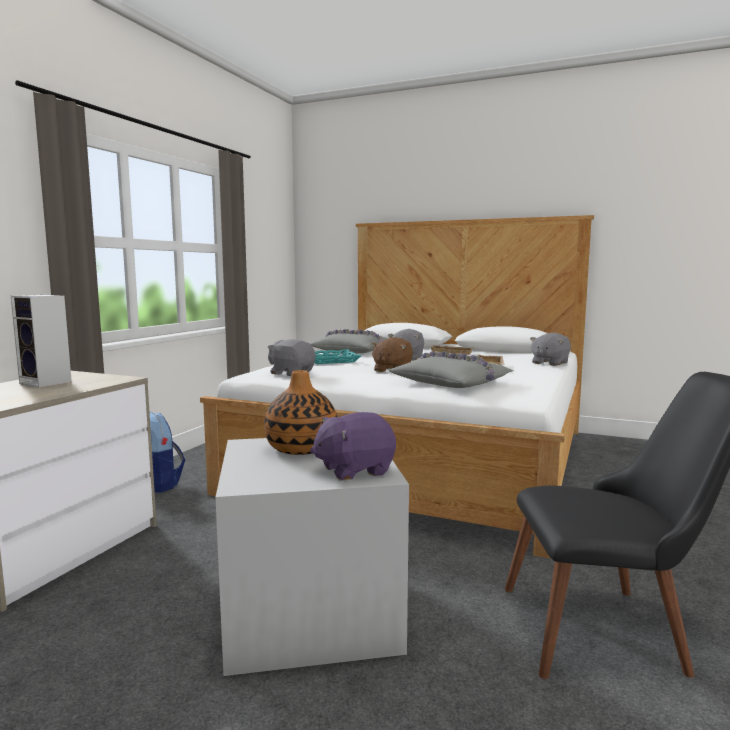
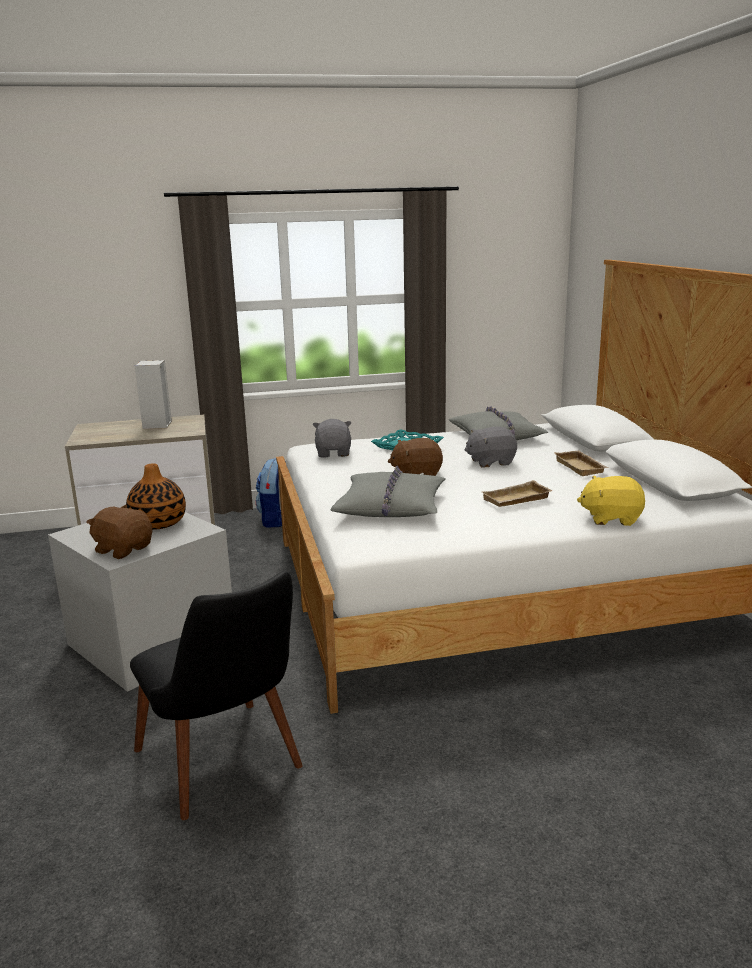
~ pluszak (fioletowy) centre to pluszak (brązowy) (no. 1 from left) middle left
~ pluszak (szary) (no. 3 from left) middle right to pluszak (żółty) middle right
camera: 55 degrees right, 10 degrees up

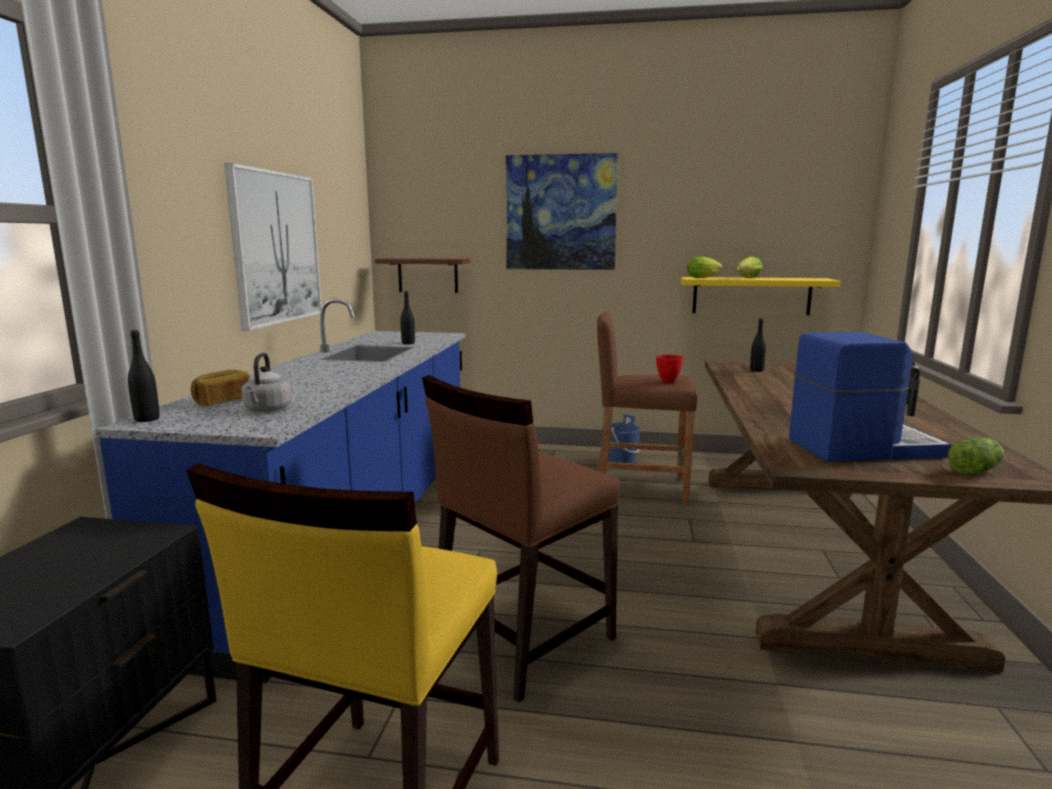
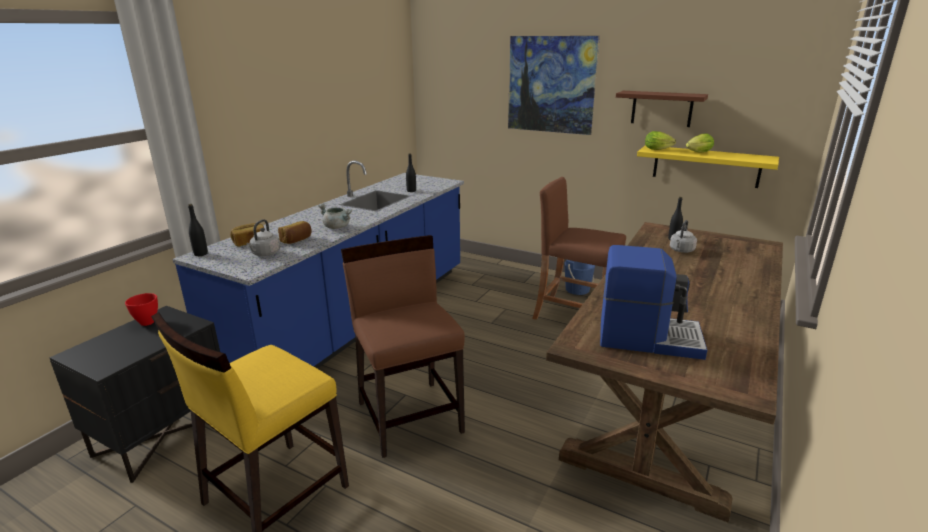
- obraz (no. 1 from left) top left
- sałata (no. 3 from left) middle right
+ chleb (no. 2 from left) middle left
+ garnek (szary) centre
+ czajnik (szary) (no. 2 from left) middle right
~ półka (brązowy) centre to top right
~ miska (czerwony) centre to middle left
~ krzesło (brązowy) bottom centre = centre 90 degrees clockwise
camera: 20 degrees right, 10 degrees up

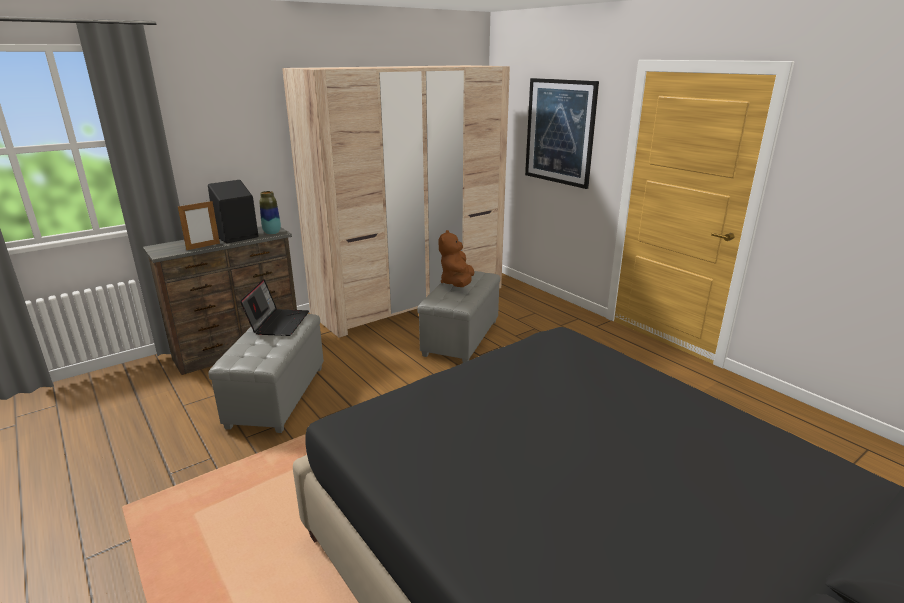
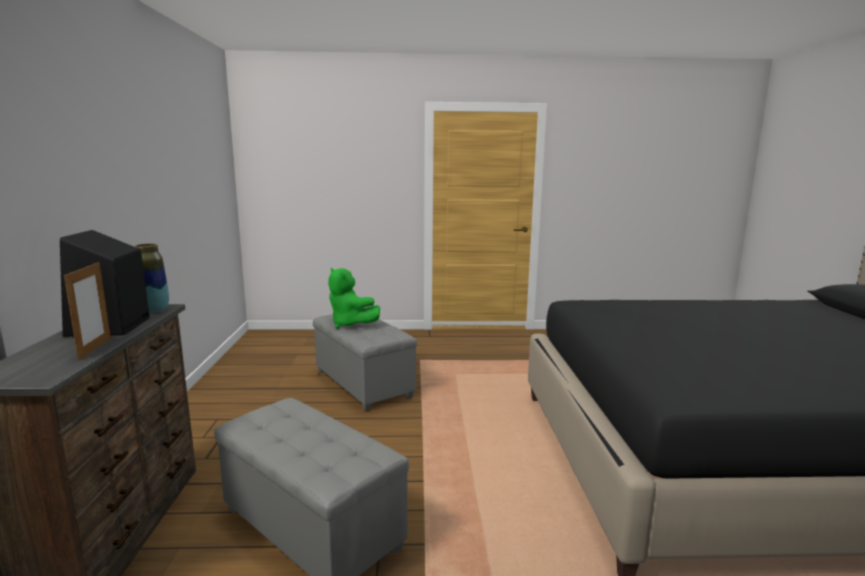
- laptop middle left
- szafa (beżowy) centre
- obraz top centre
~ pluszak (brązowy) centre to pluszak (zielony) centre
camera: 55 degrees left, 10 degrees down

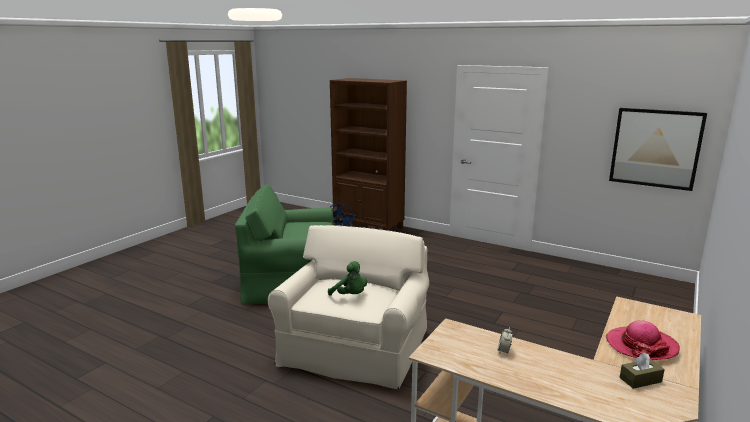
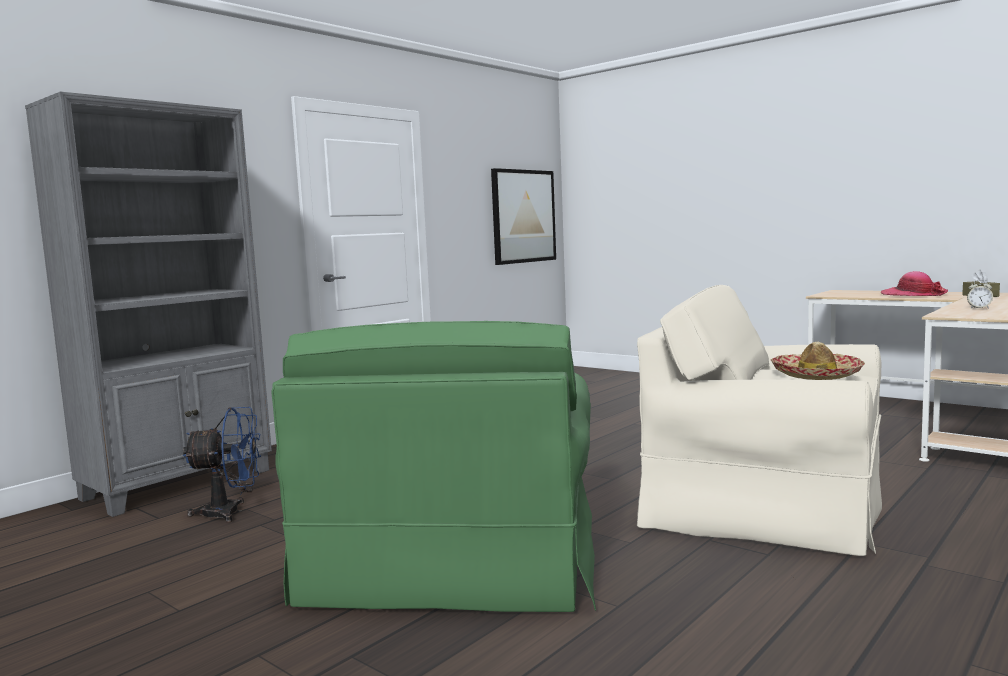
~ pluszak (zielony) centre to kapelusz (no. 1 from left) middle right
~ regał (brązowy) centre to regał (szary) middle left
camera: 80 degrees left, 10 degrees down

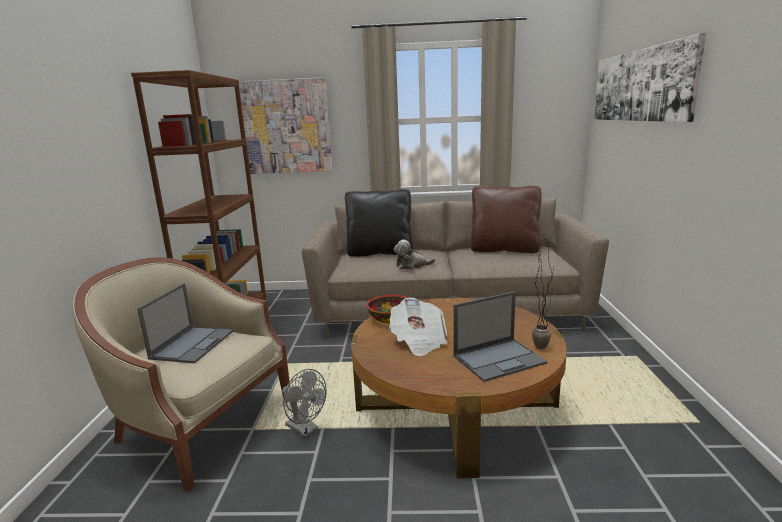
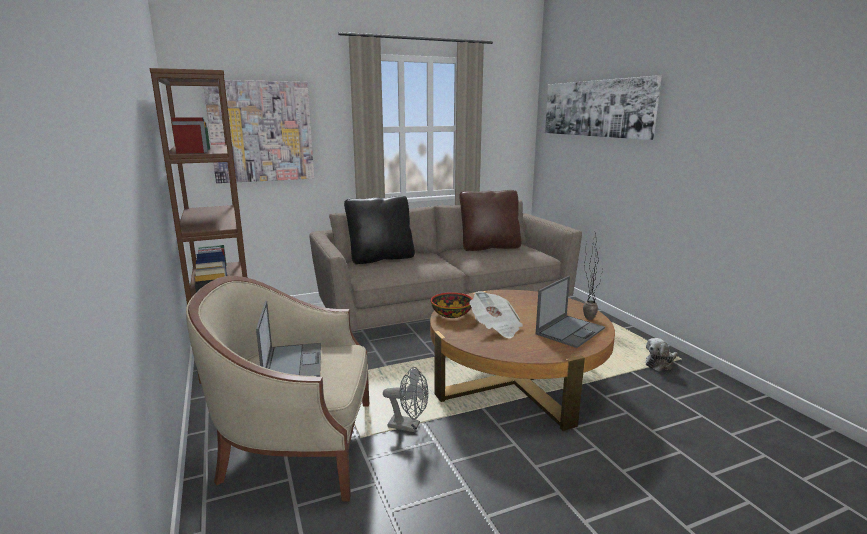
~ pluszak centre to middle right
camera: 25 degrees left, 0 degrees up

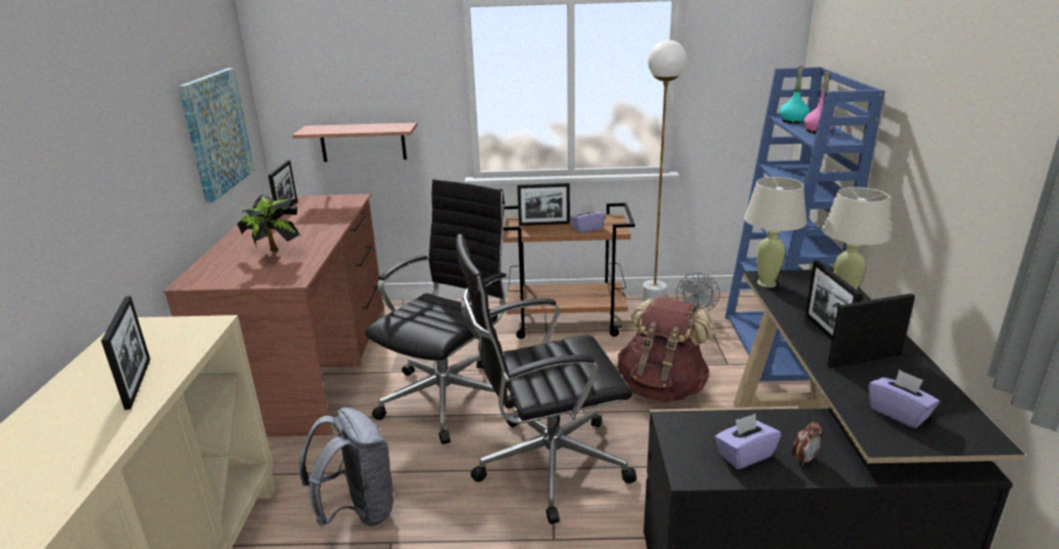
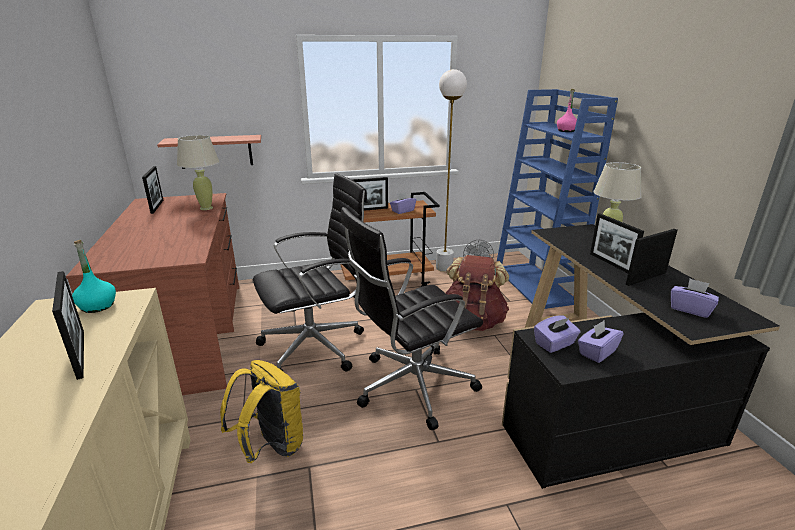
- obraz top left
- roślina doniczkowa middle left
- budzik bottom right
+ pudełko chusteczek (fioletowy) (no. 2 from left) middle right
~ lampa stołowa (beżowy) (no. 1 from left) middle right to top left
~ butelka (turkusowy) top right to middle left
~ plecak (szary) bottom left to plecak (żółty) bottom left
~ krzesło biurowe (czarny) (no. 1 from left) centre = centre 45 degrees clockwise
camera: 15 degrees left, 0 degrees up

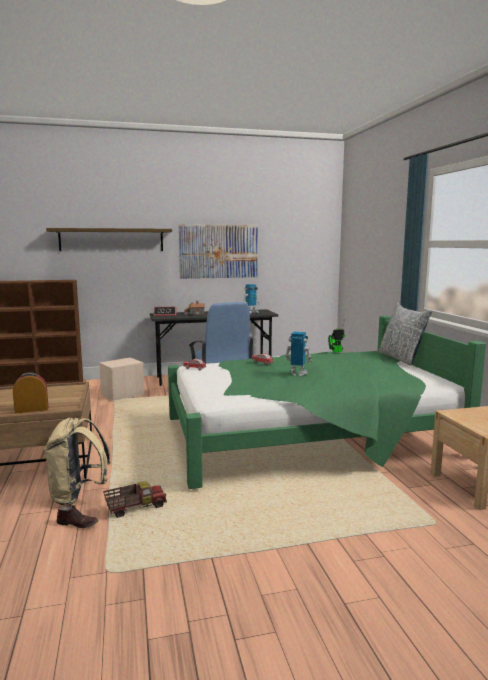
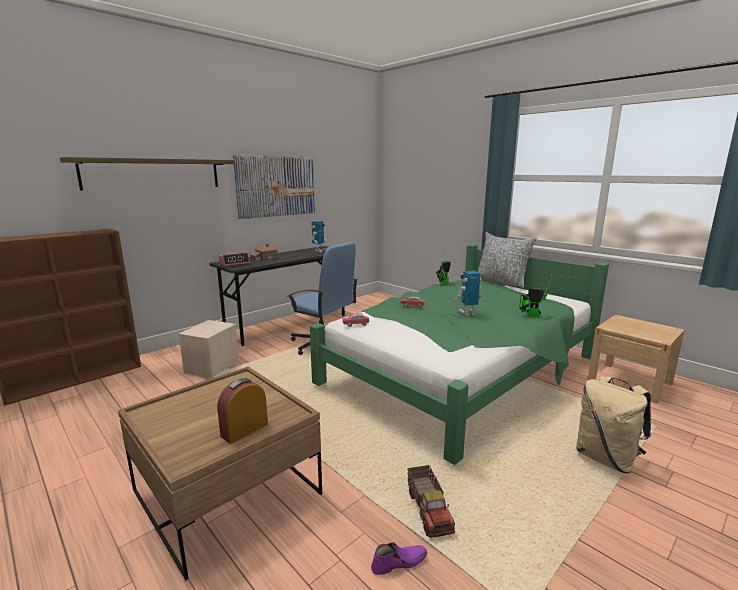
+ robot zabawkowy (no. 4 from left) middle right
~ plecak (beżowy) bottom left to bottom right
~ but (brązowy) bottom left to but (fioletowy) bottom centre
~ ciężarówka zabawkowa bottom left = bottom centre 135 degrees clockwise
camera: 30 degrees left, 5 degrees up

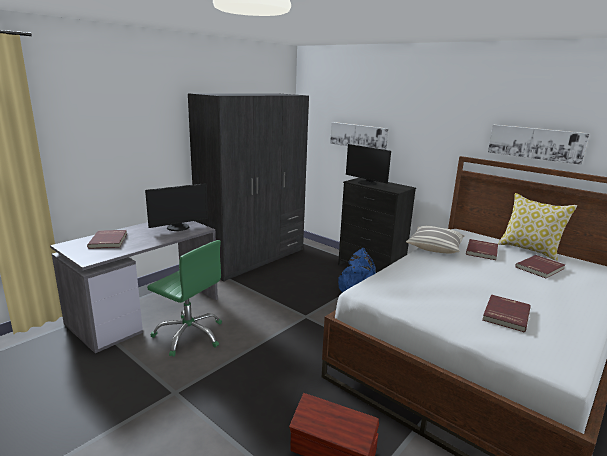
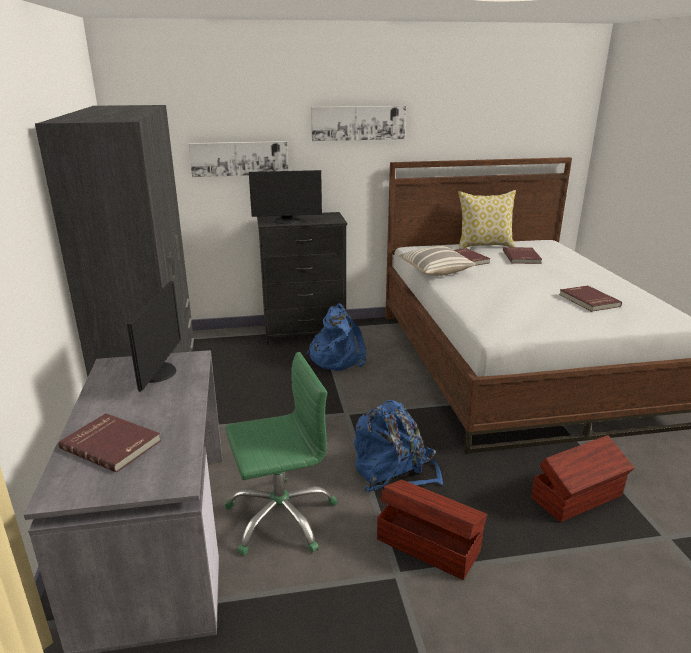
+ plecak (niebieski) (no. 2 from left) bottom centre
+ pojemnik do przechowywania (brązowy) (no. 1 from left) bottom centre
~ obraz (no. 2 from left) top right to top centre
camera: 50 degrees left, 5 degrees up

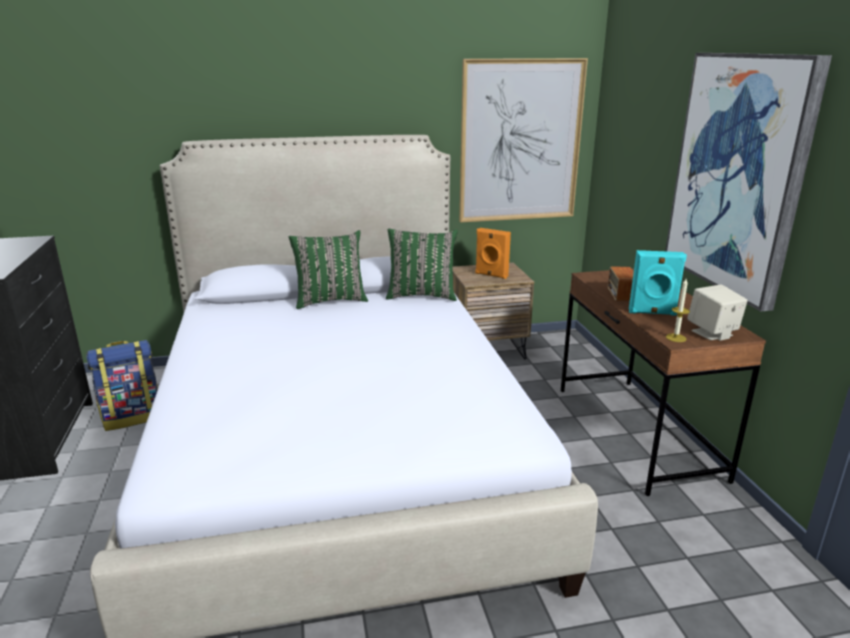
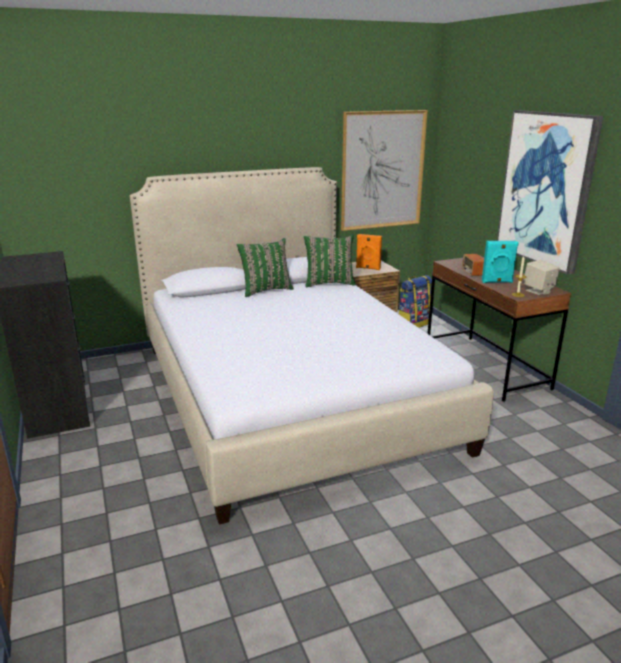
~ plecak middle left to middle right
camera: 10 degrees left, 0 degrees up

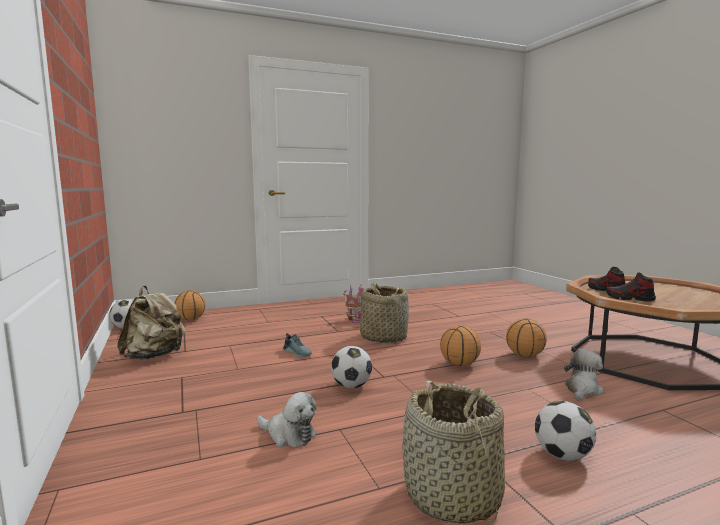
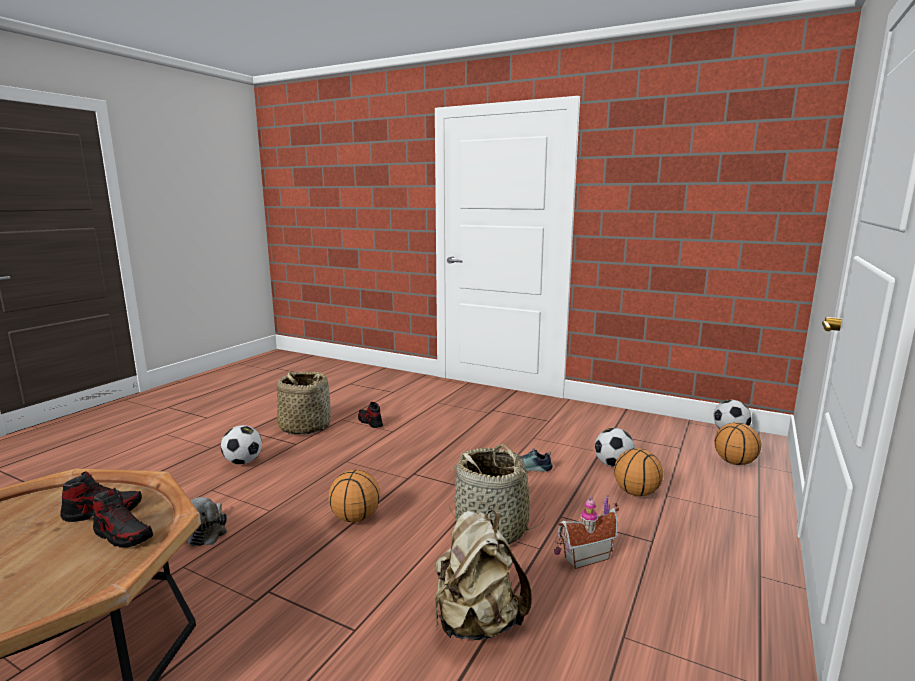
- pluszak (no. 1 from left) bottom centre
+ but (no. 3 from left) centre
~ plecak (beżowy) middle left to bottom centre
~ piłka futbolowa (no. 2 from left) bottom centre to middle right
~ piłka do koszykówki (no. 3 from left in the first image) middle right to piłka do koszykówki (no. 2 from left) bottom right
camera: 140 degrees right, 5 degrees up

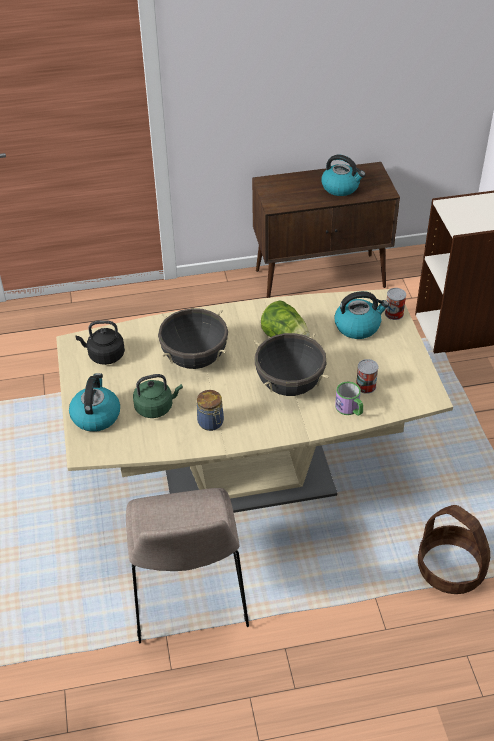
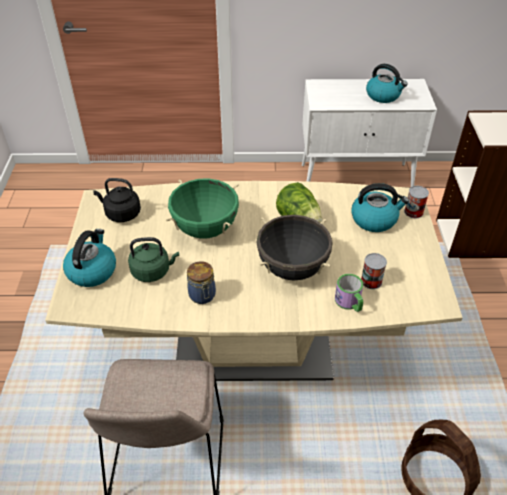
~ garnek (czarny) (no. 1 from left) centre to garnek (zielony) centre
~ szafka (brązowy) top centre to szafka (biały) top right
camera: 10 degrees right, 0 degrees up

